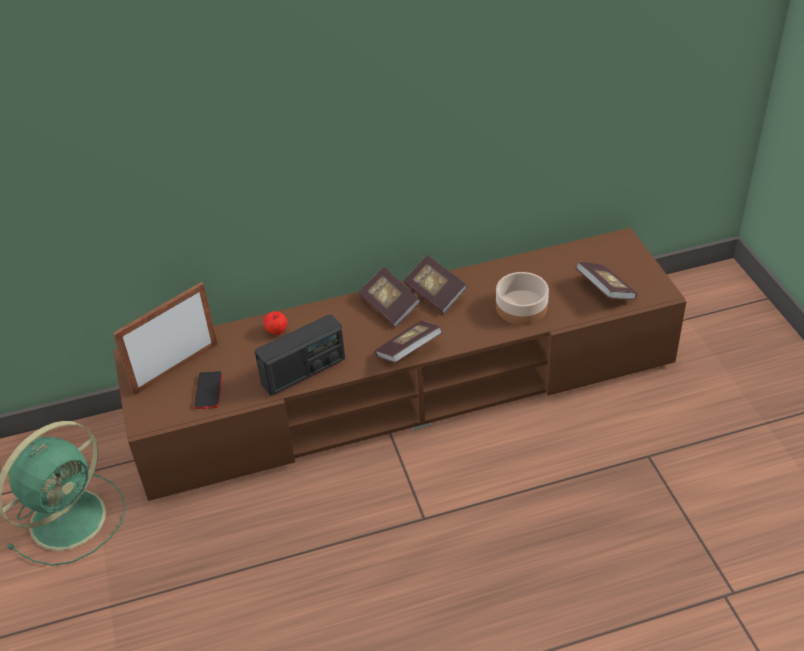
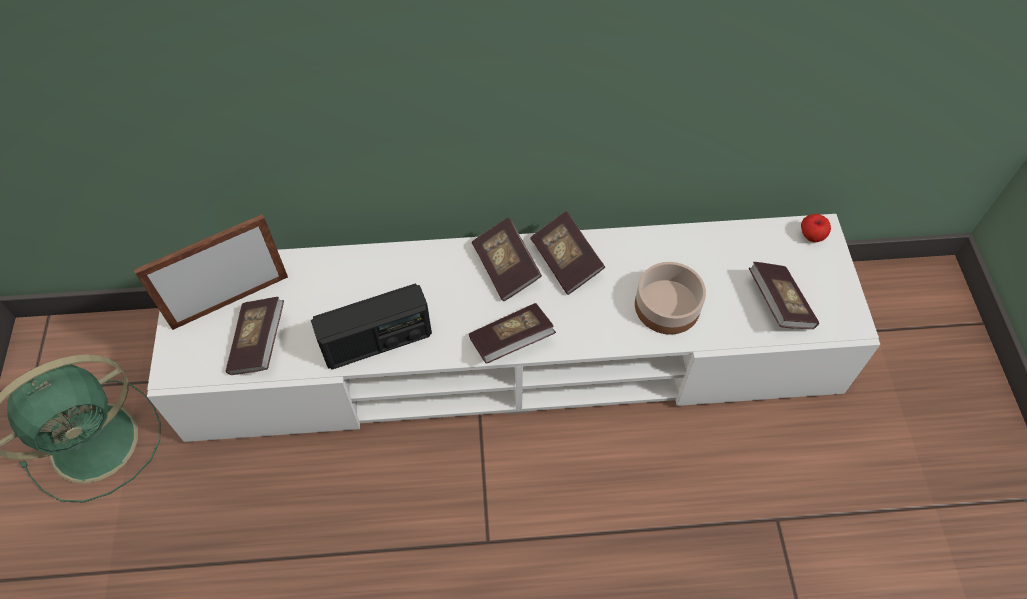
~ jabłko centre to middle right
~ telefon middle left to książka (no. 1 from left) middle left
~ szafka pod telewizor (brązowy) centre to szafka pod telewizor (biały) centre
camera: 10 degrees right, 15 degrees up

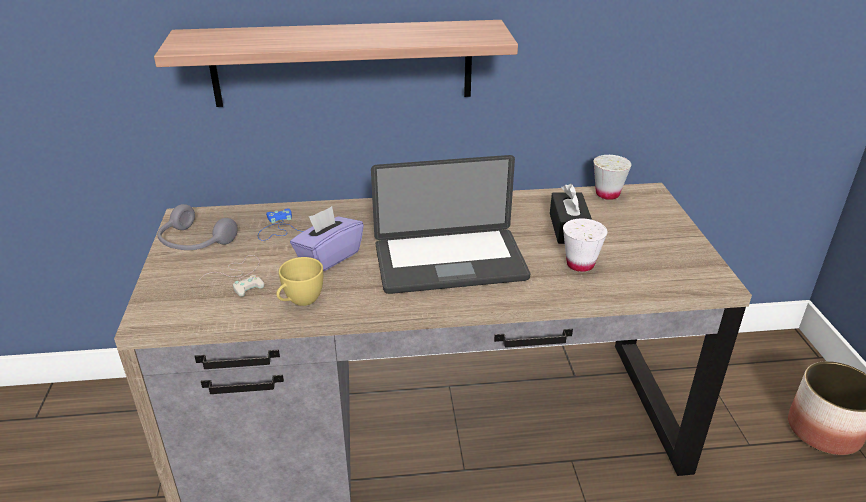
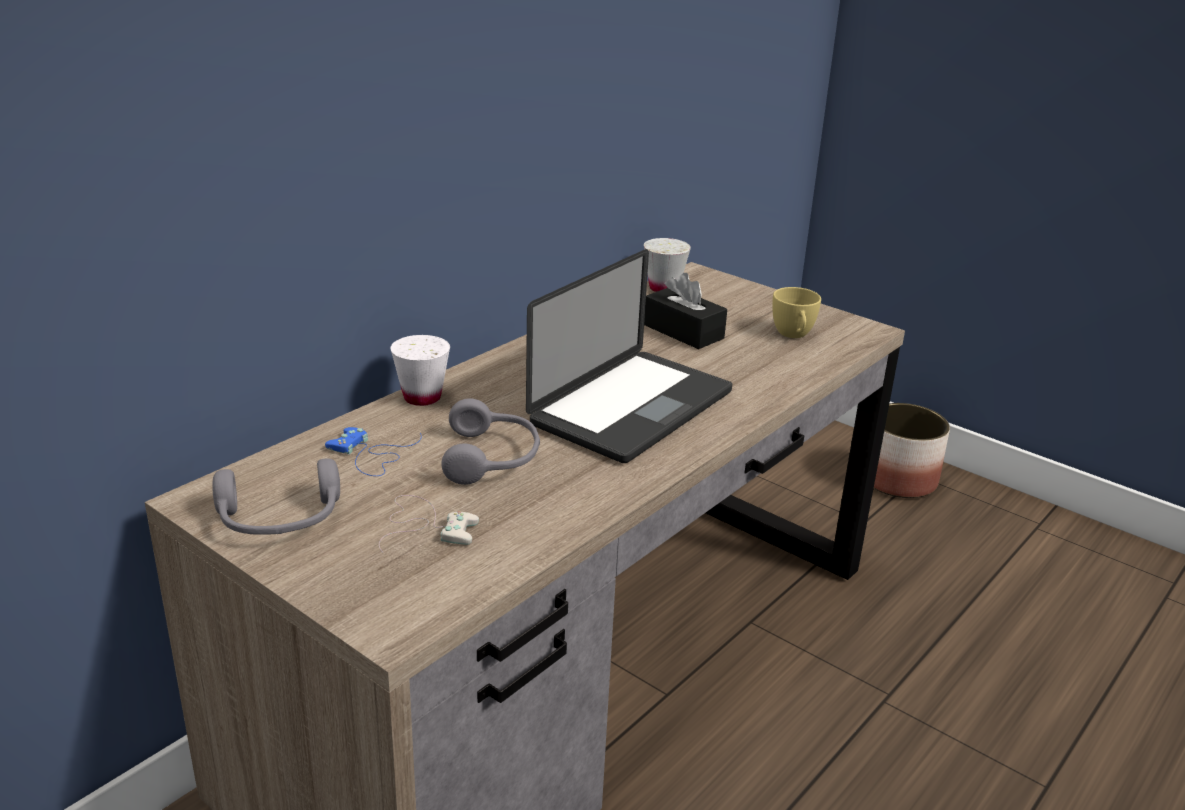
- półka top centre
~ filiżanka (żółty) centre to middle right
~ filiżanka (biały) (no. 1 from left) middle right to centre
~ pudełko chusteczek (fioletowy) centre to słuchawki (szary) (no. 2 from left) centre
camera: 45 degrees left, 5 degrees down

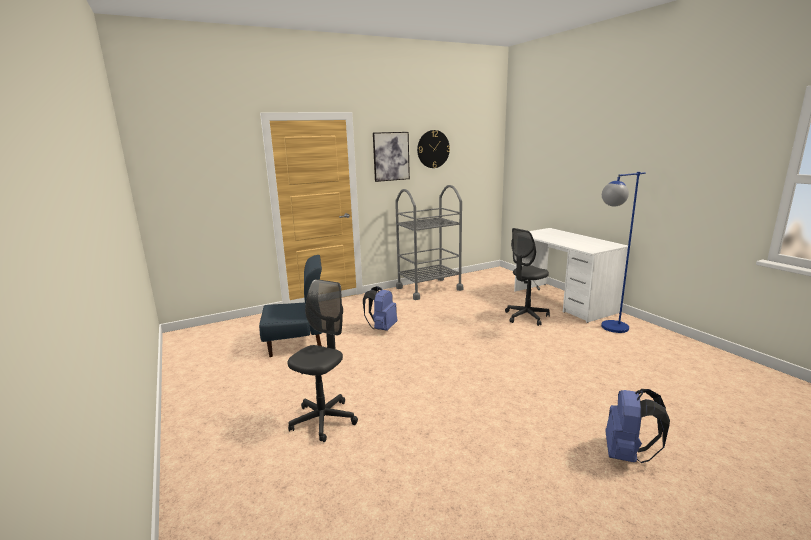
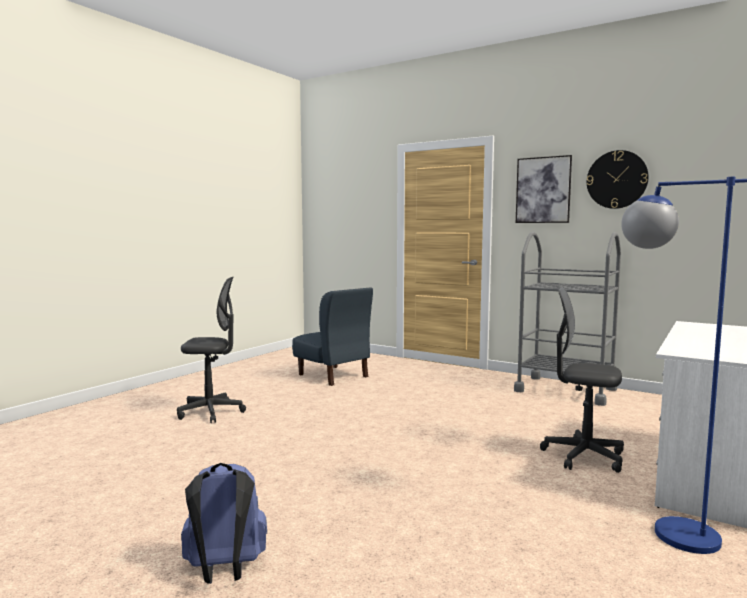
- plecak (niebieski) (no. 1 from left) centre
camera: 60 degrees right, 10 degrees down

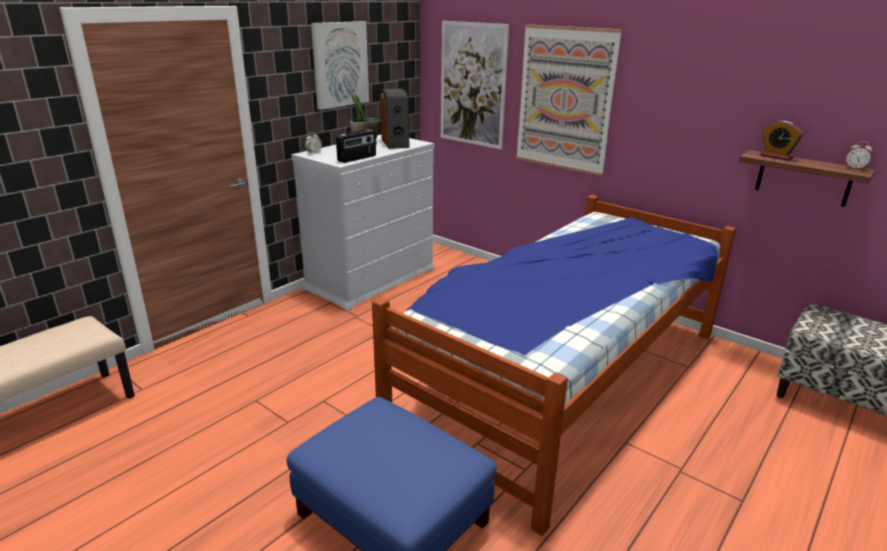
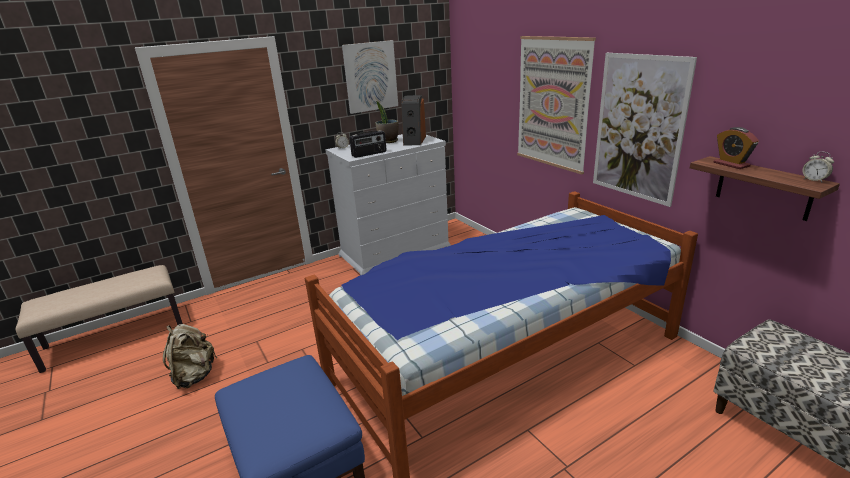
+ plecak (beżowy) bottom left
~ obraz (no. 2 from left in the first image) top centre to obraz (no. 3 from left) top right
camera: 20 degrees right, 0 degrees up

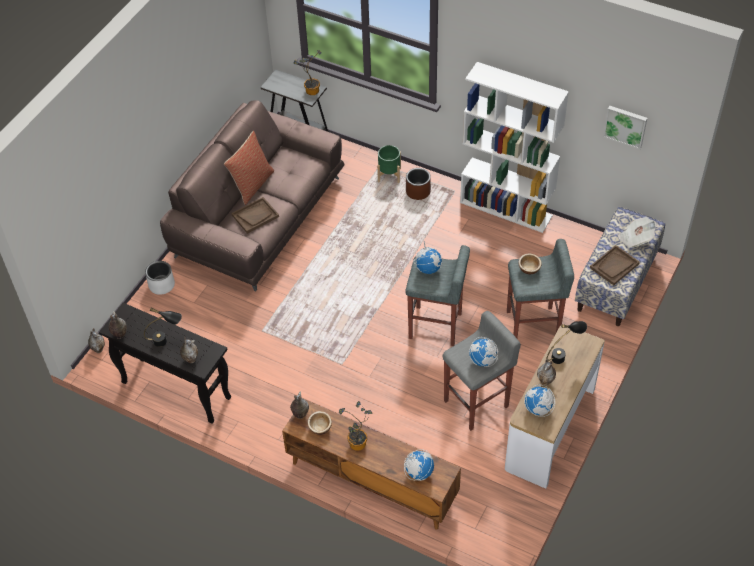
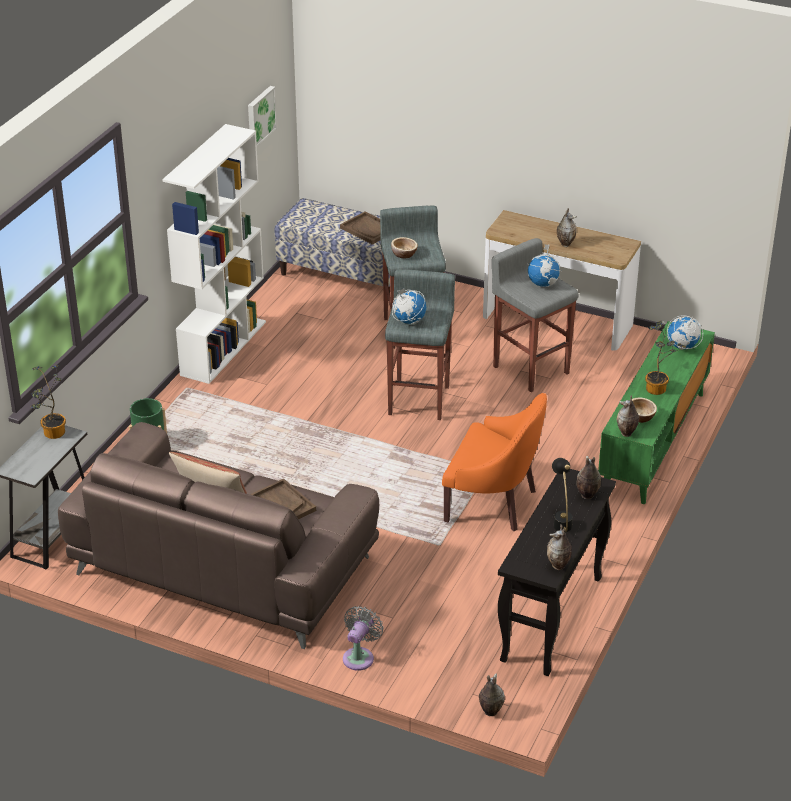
- donica (brązowy) top centre
- globus (no. 4 from left) bottom right
- lampa stołowa (czarny) (no. 2 from left) middle right
- gazeta middle right
+ fotel (pomarańczowy) centre
~ donica (biały) middle left to wentylator (szary) bottom centre
~ szafka pod telewizor (brązowy) bottom centre to szafka pod telewizor (zielony) middle right
camera: 95 degrees left, 15 degrees down

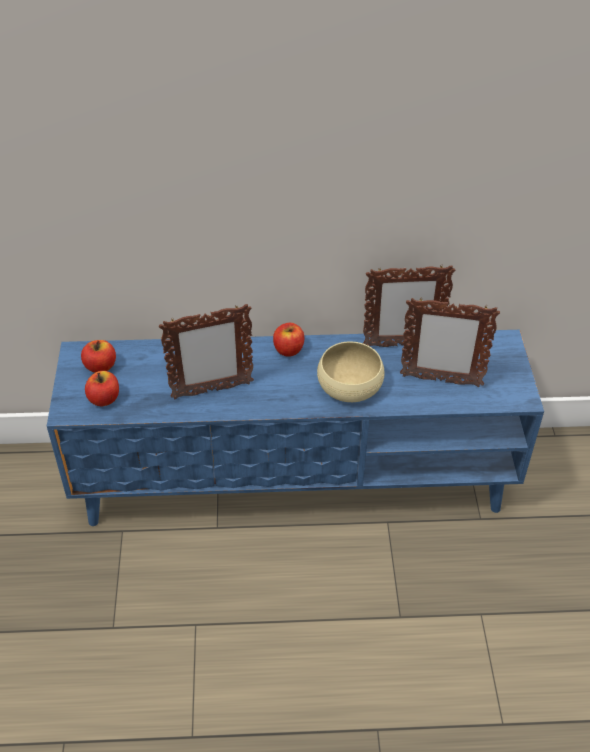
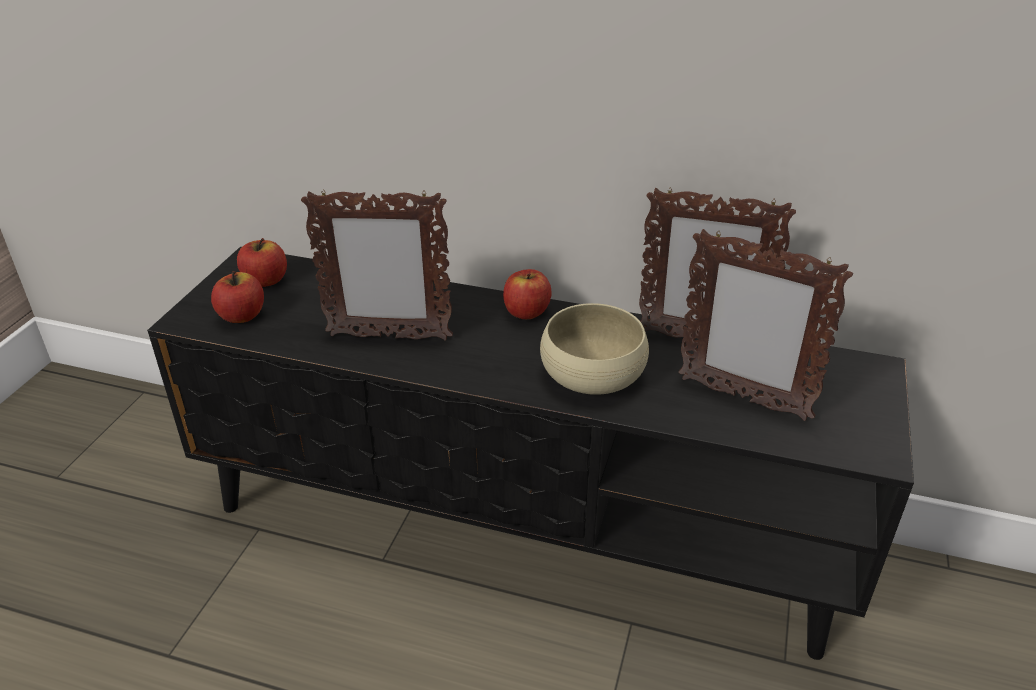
~ szafka pod telewizor (niebieski) centre to szafka pod telewizor (czarny) centre
camera: 20 degrees right, 10 degrees down

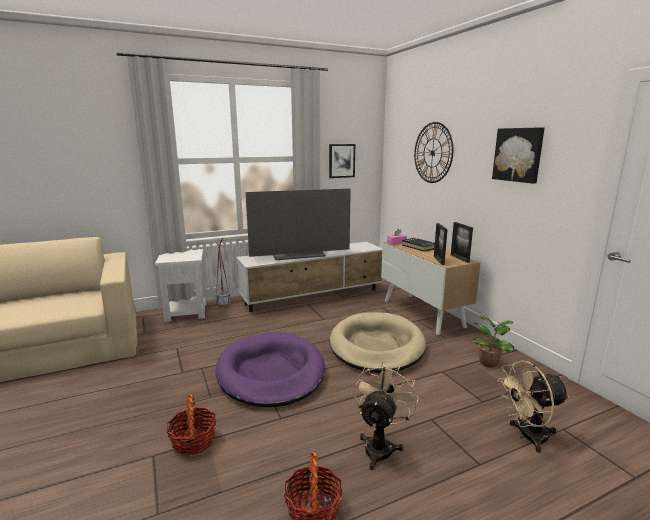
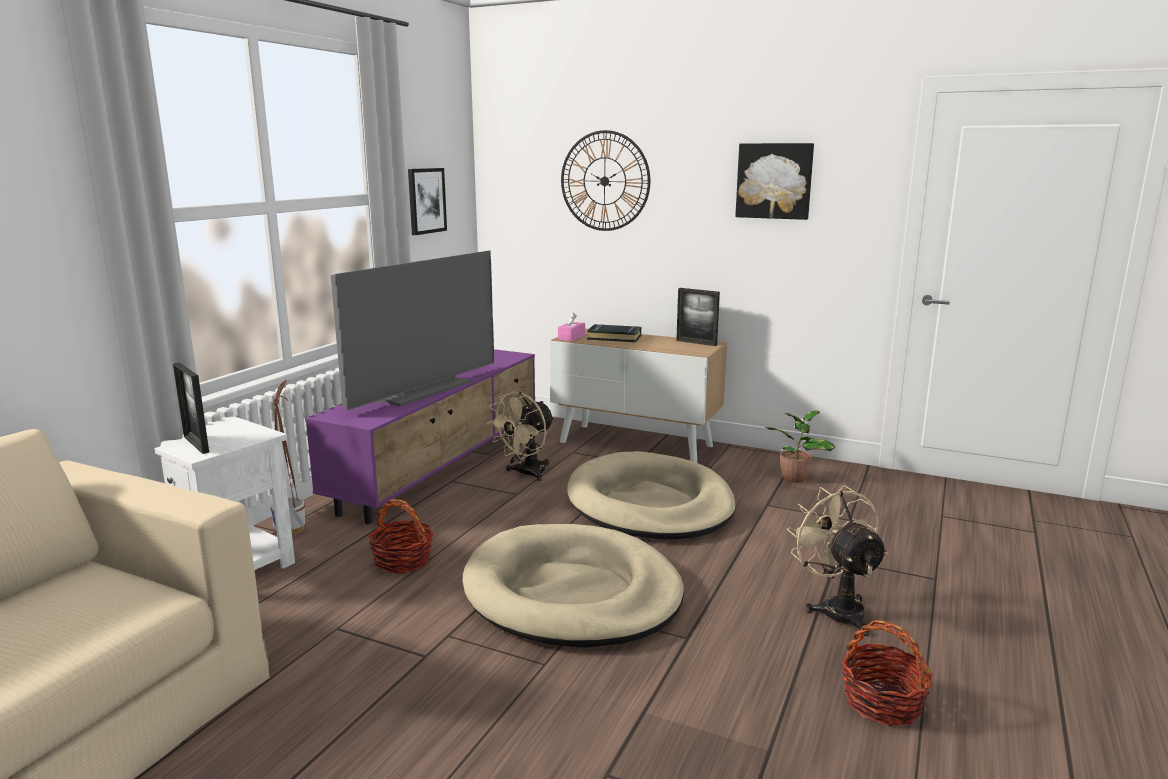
~ koszyk (no. 1 from left) bottom left to bottom centre
~ ramka na zdjęcie (no. 1 from left) middle right to middle left
~ wentylator (beżowy) (no. 2 from left in the first image) bottom right to wentylator (beżowy) (no. 1 from left) centre
~ legowisko (fioletowy) bottom centre to legowisko (beżowy) (no. 1 from left) bottom centre
~ szafka pod telewizor (biały) centre to szafka pod telewizor (fioletowy) centre
camera: 40 degrees left, 0 degrees up

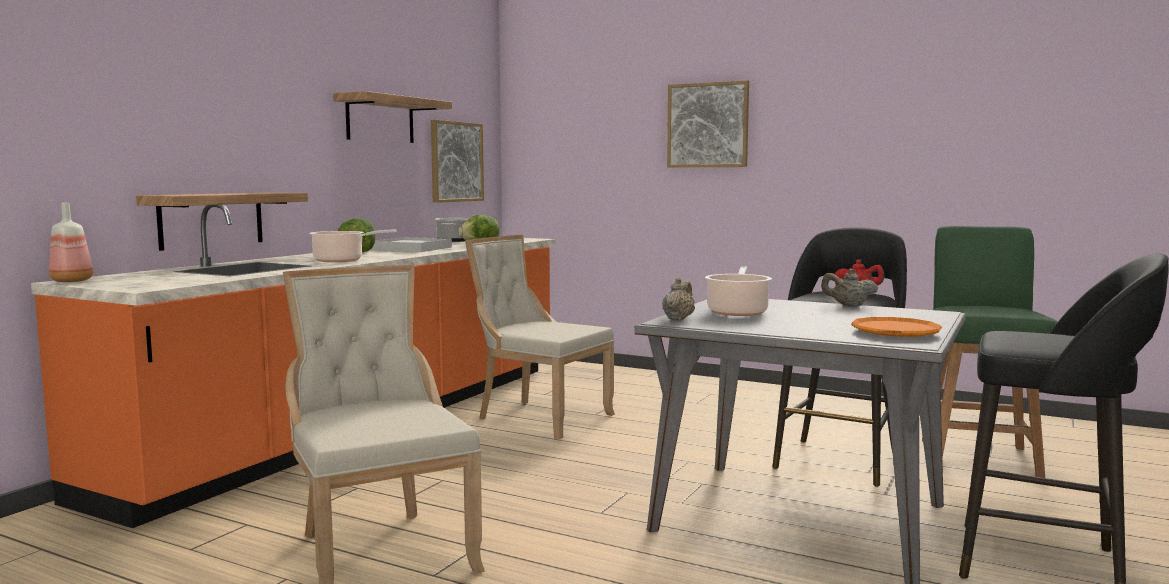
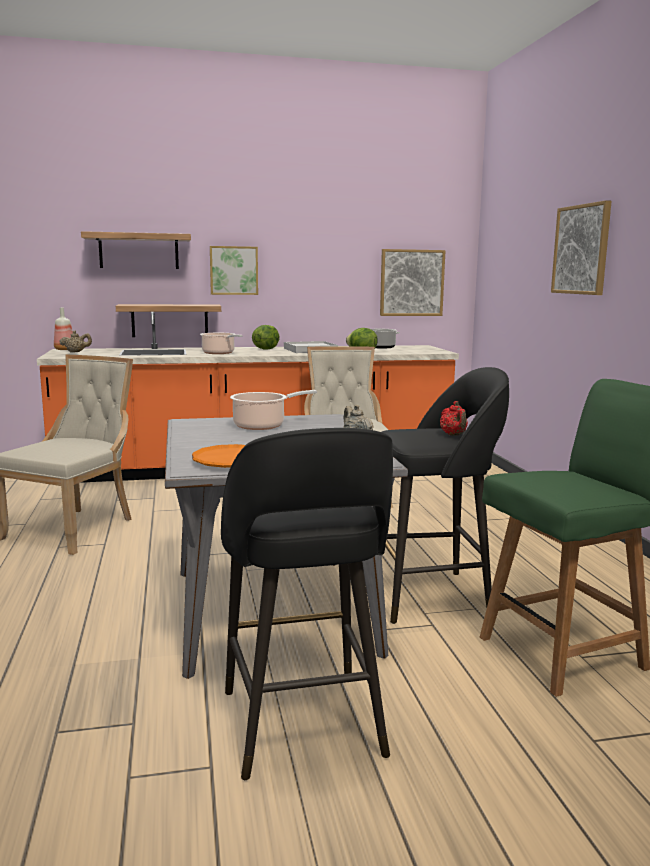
+ obraz (no. 1 from left) top centre
~ półka (no. 2 from left in the first image) top centre to półka (no. 1 from left) top left
~ imbryk (beżowy) (no. 1 from left) centre to middle left
camera: 50 degrees right, 5 degrees up

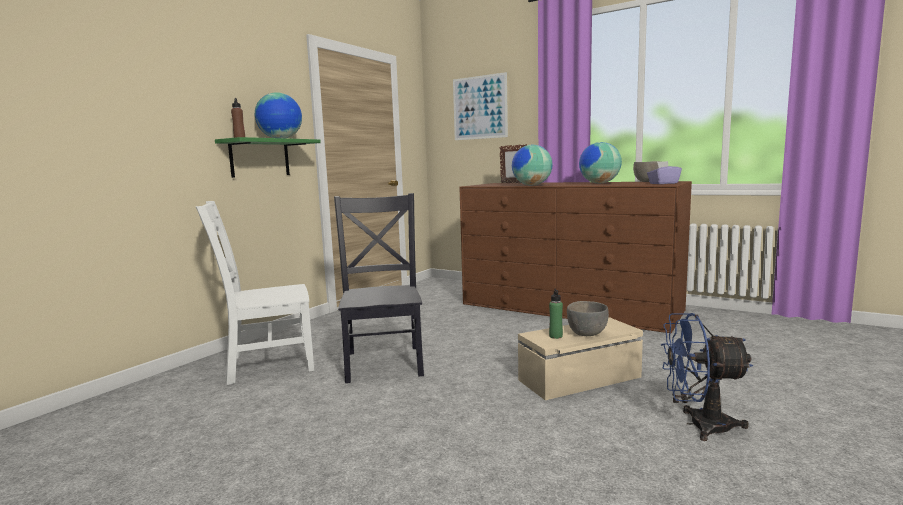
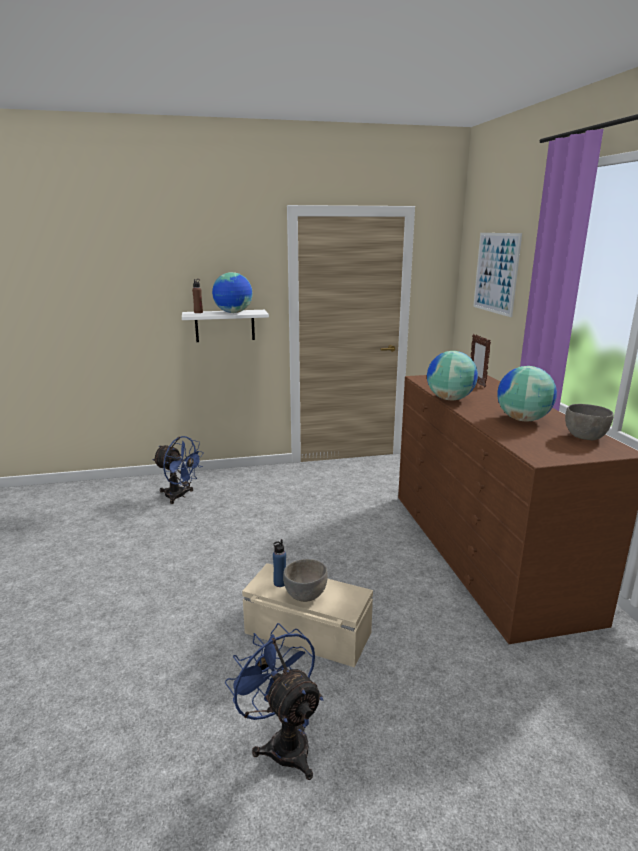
- krzesło (czarny) centre
- pudełko chusteczek (fioletowy) middle right
~ krzesło (biały) middle left to wentylator (niebieski) (no. 1 from left) middle left
~ półka (zielony) top left to półka (biały) centre
~ butelka (zielony) centre to butelka (niebieski) centre
camera: 45 degrees right, 10 degrees up

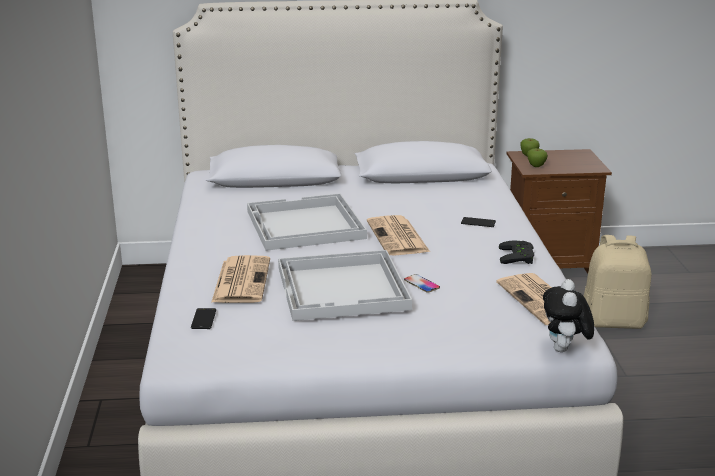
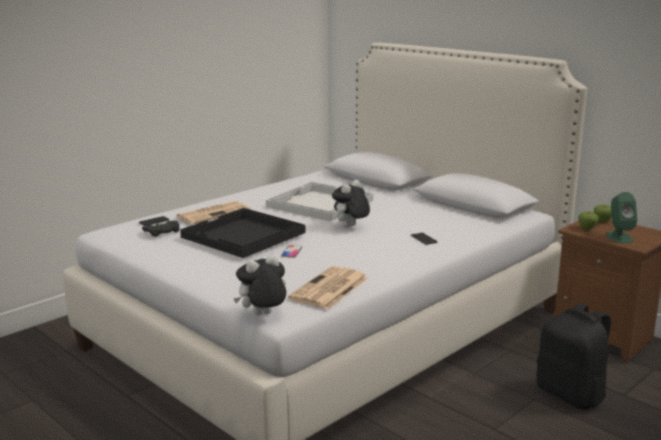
+ głośnik (zielony) middle right
~ pad do gier (czarny) middle right to middle left
~ gazeta (no. 2 from left) centre to pluszak (no. 2 from left) centre
~ taca (biały) (no. 2 from left) centre to taca (czarny) centre
~ plecak (beżowy) middle right to plecak (czarny) bottom right
camera: 50 degrees right, 5 degrees down

